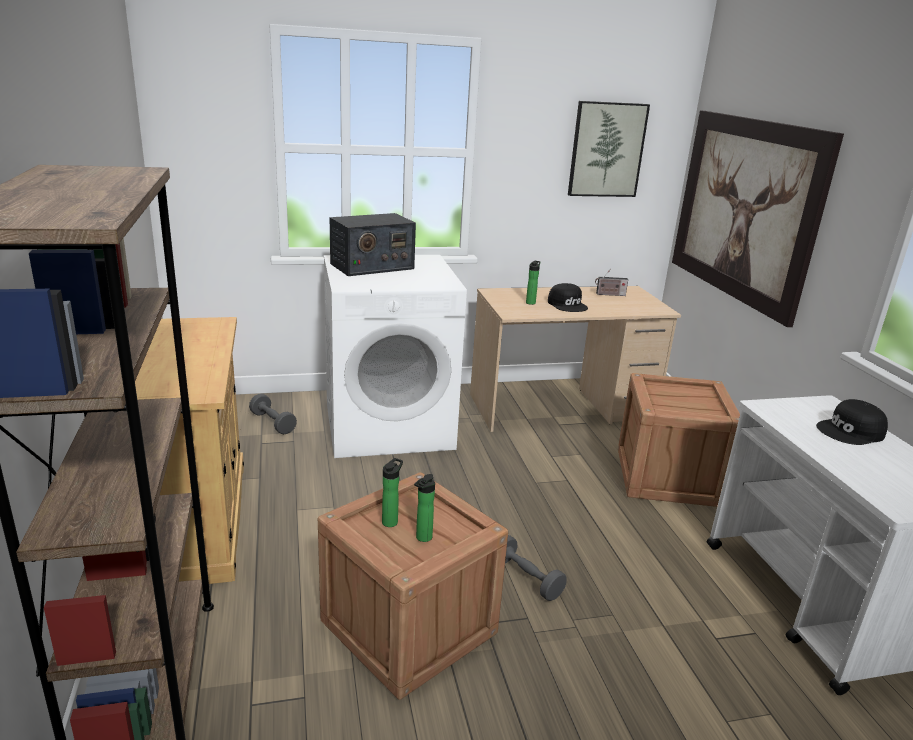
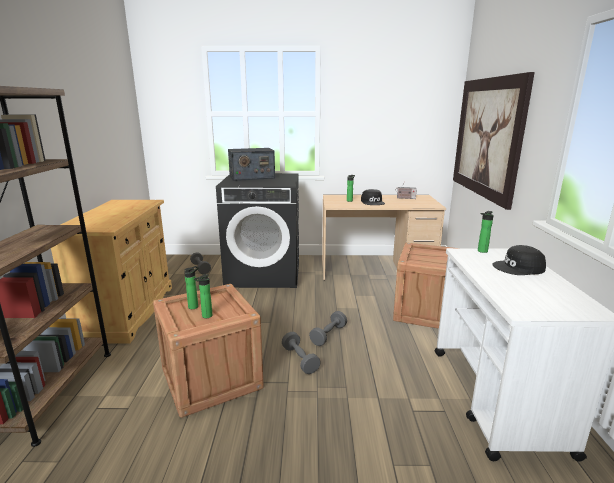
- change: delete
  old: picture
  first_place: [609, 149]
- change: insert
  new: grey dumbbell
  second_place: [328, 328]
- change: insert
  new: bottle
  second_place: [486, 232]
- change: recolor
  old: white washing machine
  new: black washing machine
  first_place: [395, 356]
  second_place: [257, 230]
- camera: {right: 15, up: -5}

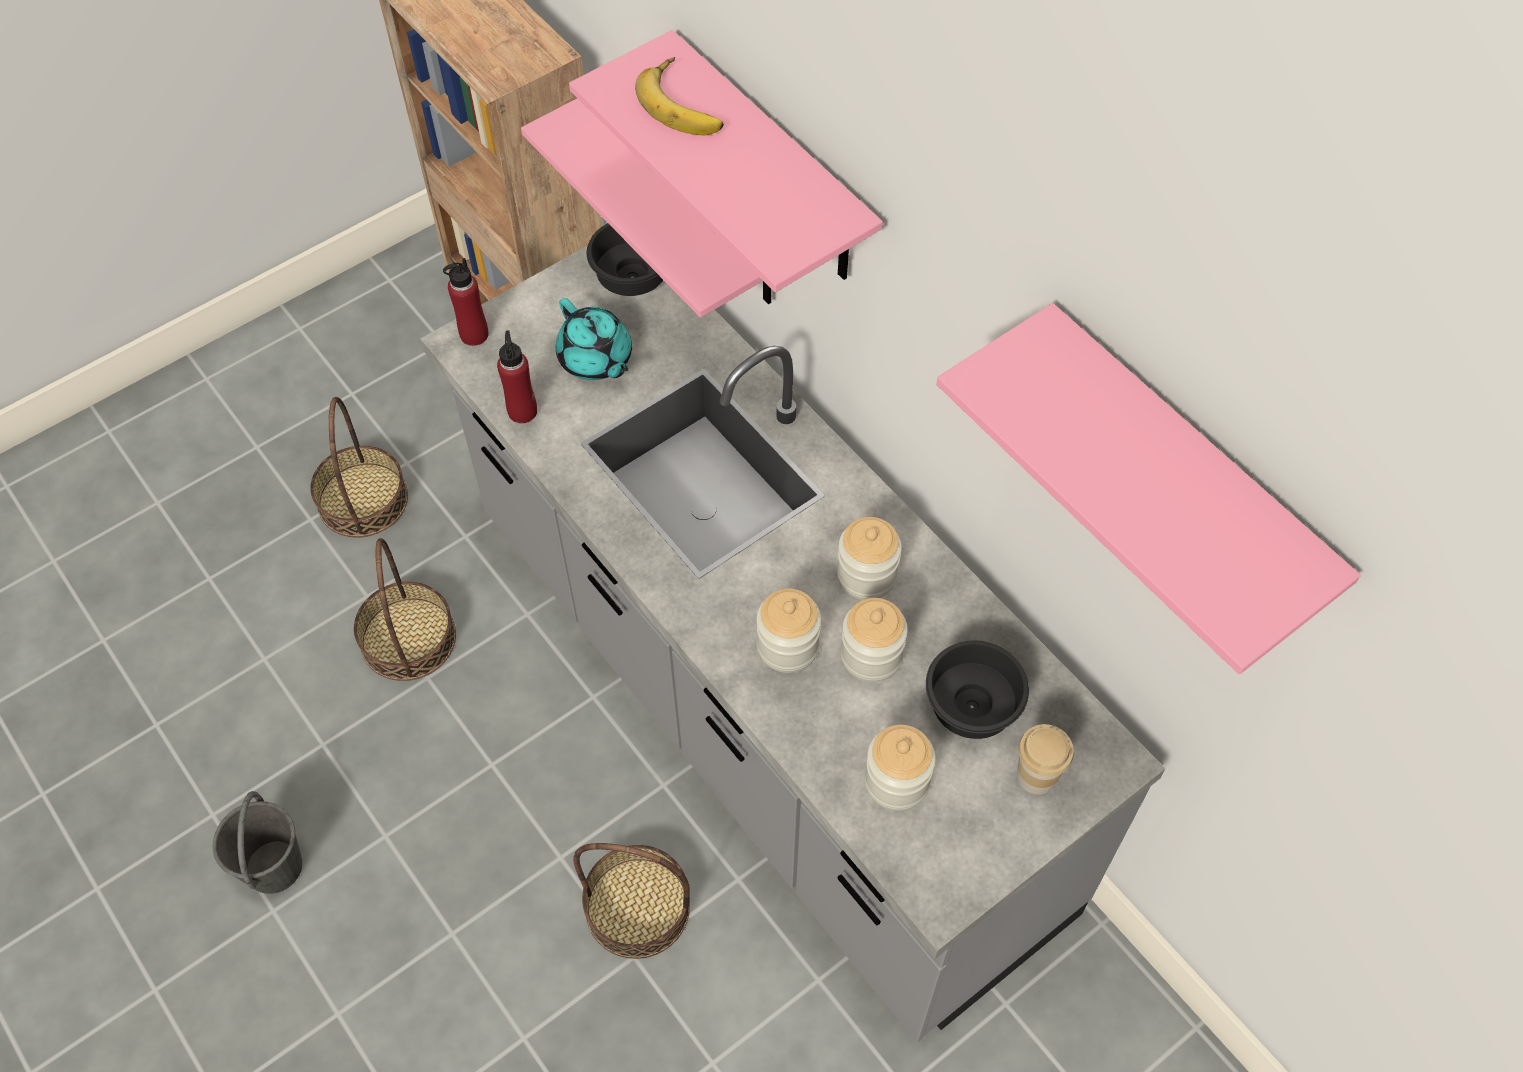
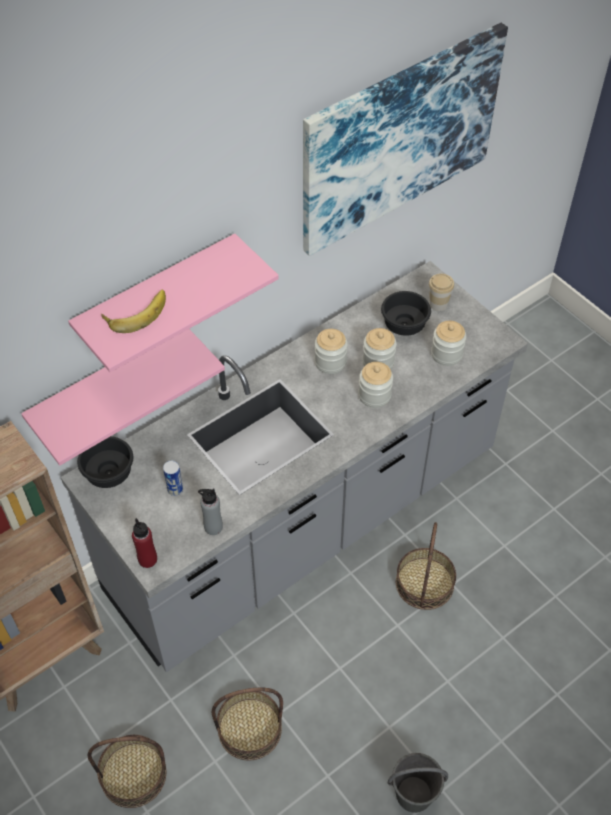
- change: replace
  old: turquoise teapot
  new: can
  first_place: [594, 339]
  second_place: [173, 478]
- change: replace
  old: pink shelf
  new: picture
  first_place: [1148, 488]
  second_place: [405, 139]
- change: recolor
  old: red bottle
  new: grey bottle
  first_place: [517, 376]
  second_place: [210, 511]
- camera: {right: -90, up: -5}

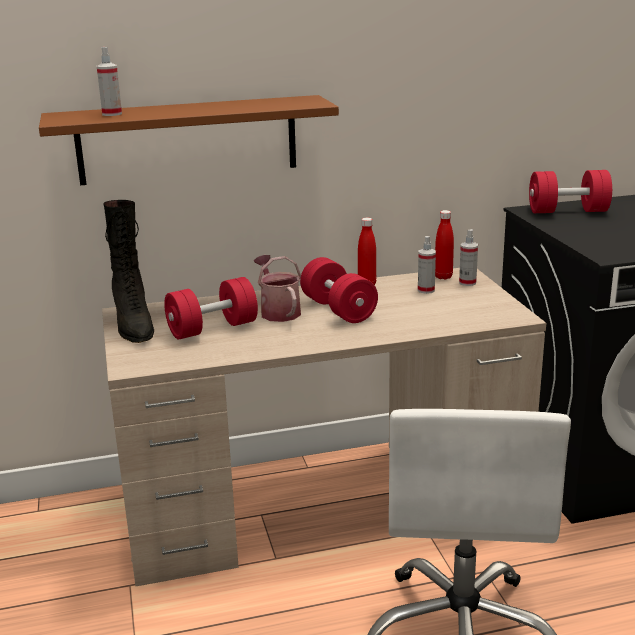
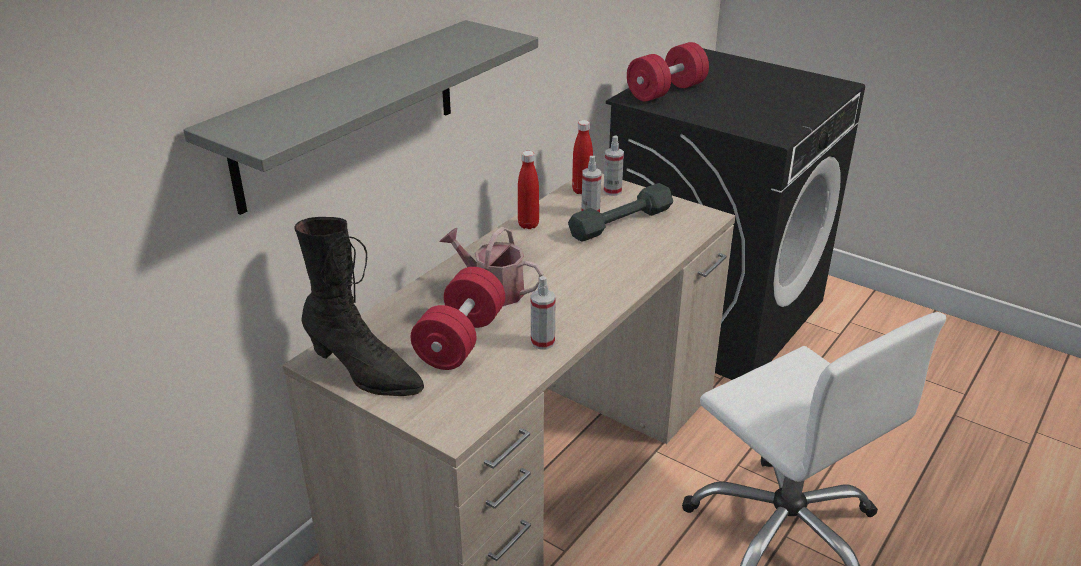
- change: delete
  old: red dumbbell
  first_place: [339, 290]
- change: insert
  new: grey dumbbell
  second_place: [620, 212]
- change: move
  old: spray bottle
  first_place: [109, 81]
  second_place: [543, 312]
- change: recolor
  old: brown shelf
  new: grey shelf
  first_place: [189, 140]
  second_place: [360, 117]
- camera: {right: -40, up: 10}

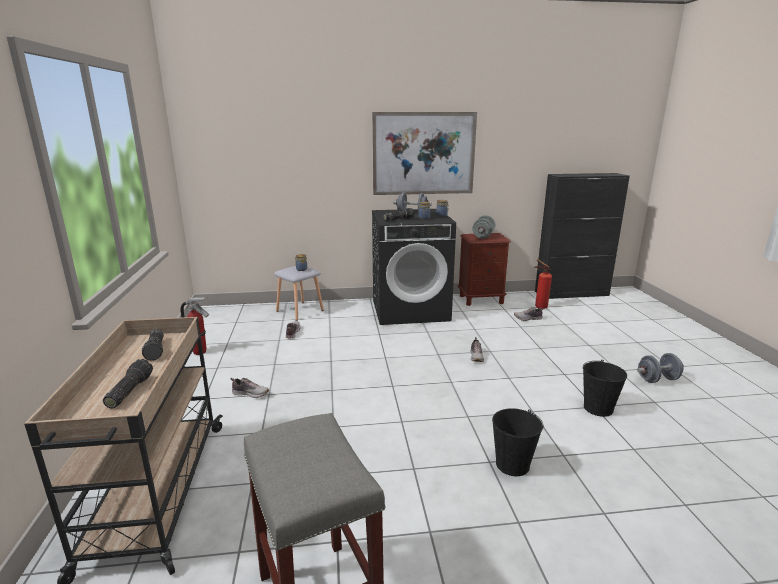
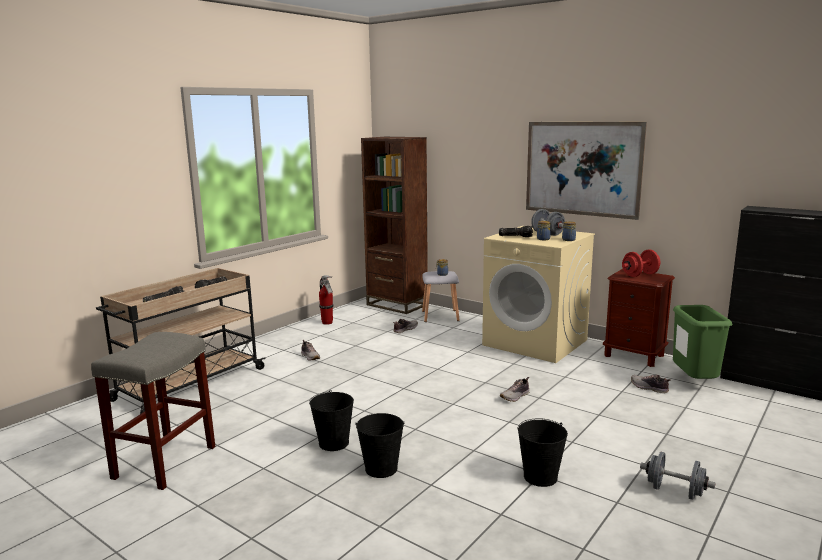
- change: insert
  new: black bucket
  second_place: [331, 420]
- change: insert
  new: brown bookcase
  second_place: [394, 225]
- change: replace
  old: fire extinguisher
  new: green trash can
  first_place: [543, 284]
  second_place: [702, 342]
- change: recolor
  old: black washing machine
  new: beige washing machine
  first_place: [414, 267]
  second_place: [538, 294]
- change: recolor
  old: grey dumbbell
  new: red dumbbell
  first_place: [484, 227]
  second_place: [641, 263]
- camera: {right: 45, up: -5}

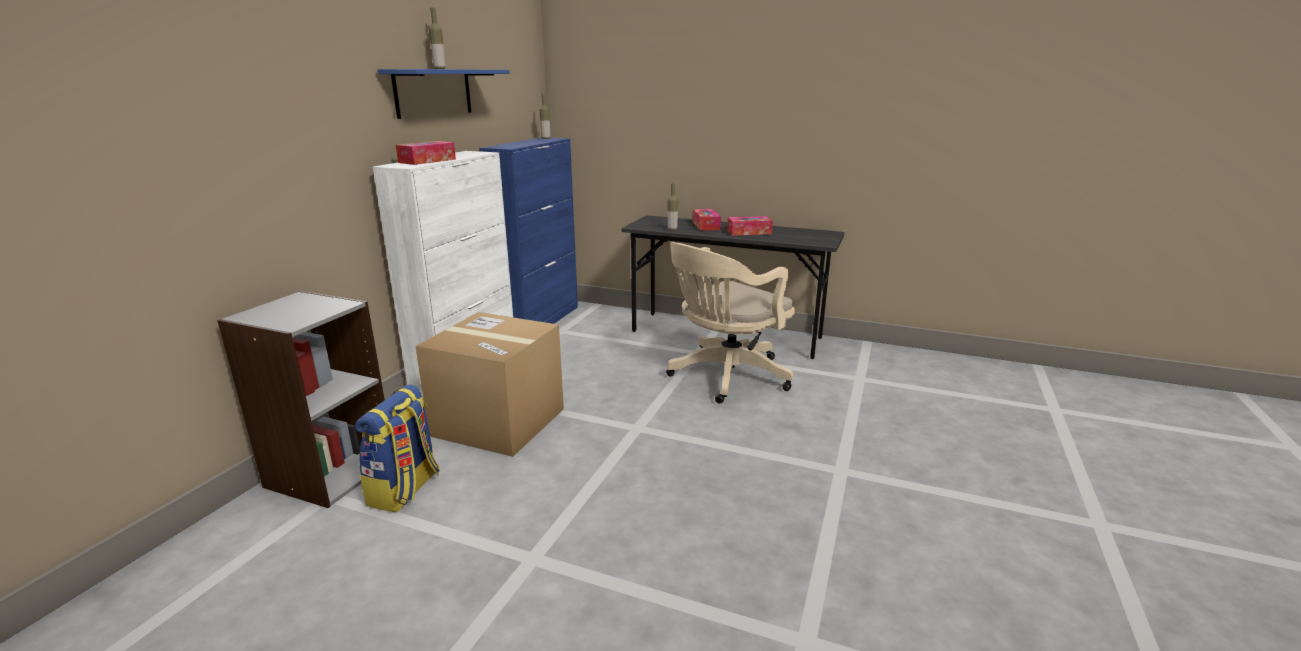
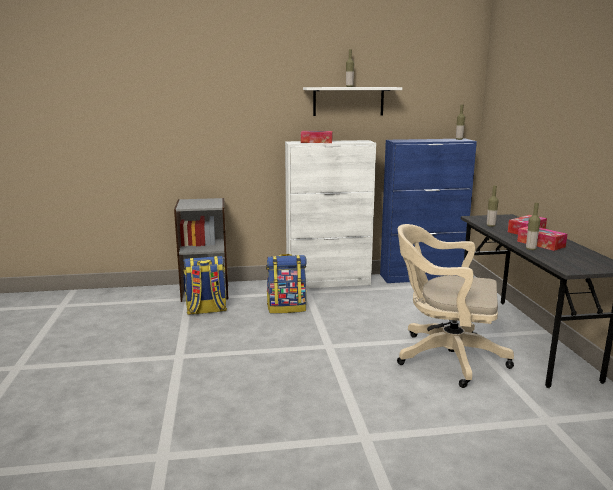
- change: insert
  new: bottle
  second_place: [533, 226]
- change: replace
  old: cardboard box
  new: backpack
  first_place: [489, 384]
  second_place: [286, 284]
- change: recolor
  old: blue shelf
  new: white shelf
  first_place: [443, 94]
  second_place: [352, 101]
- camera: {right: 60, up: -5}

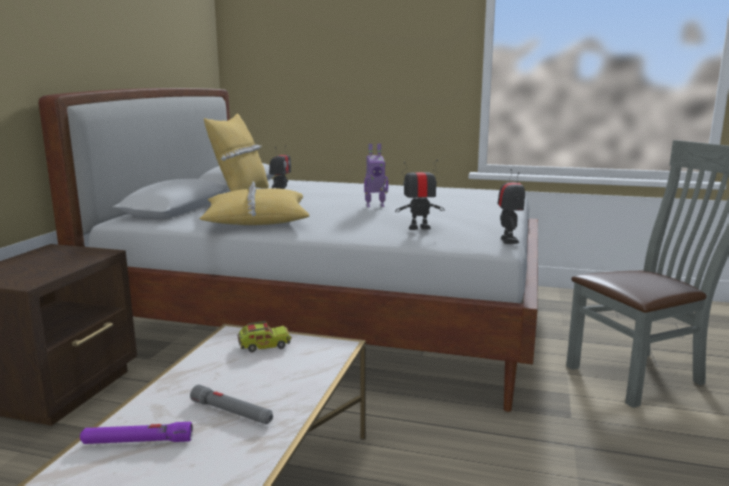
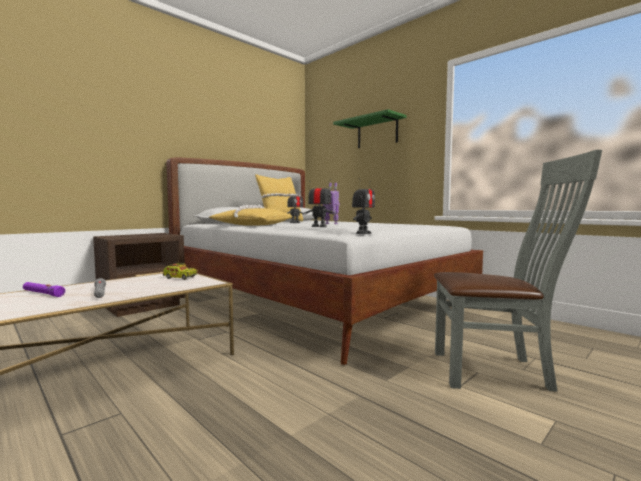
- change: insert
  new: green shelf
  second_place: [369, 128]
- camera: {right: 30, up: -10}

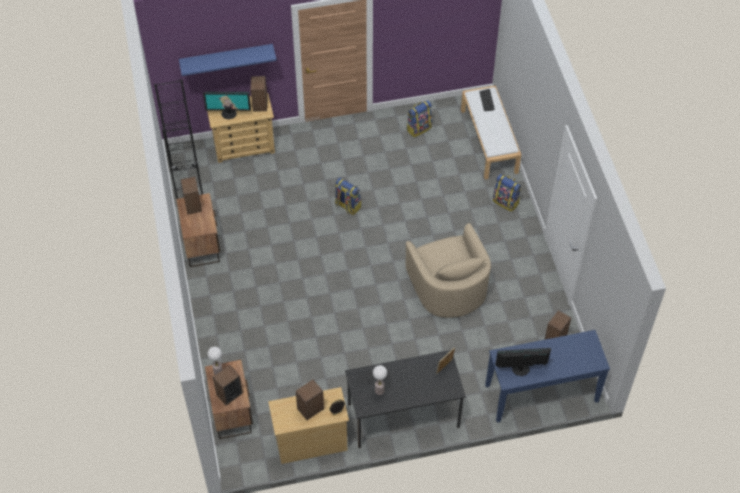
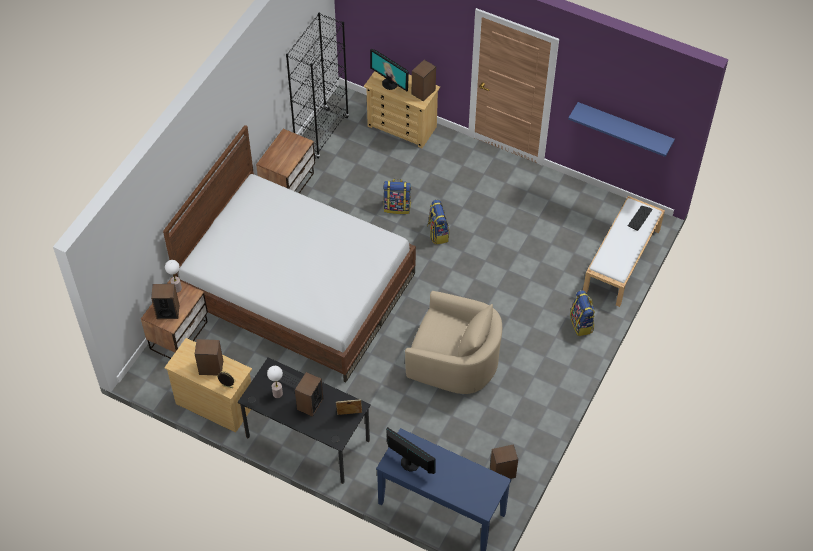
- change: insert
  new: bed
  second_place: [289, 253]
- change: move
  old: blue shelf
  first_place: [228, 60]
  second_place: [621, 129]
- change: move
  old: speaker
  first_place: [191, 196]
  second_place: [309, 394]
- change: move
  old: backpack
  first_place: [419, 118]
  second_place: [397, 196]
- change: rotate
  old: beige armchair
  first_place: [448, 270]
  second_place: [453, 342]
  degrees: -90
- camera: {right: 40, up: 0}

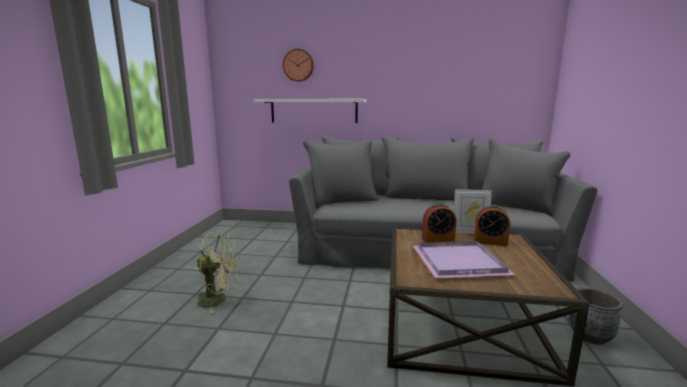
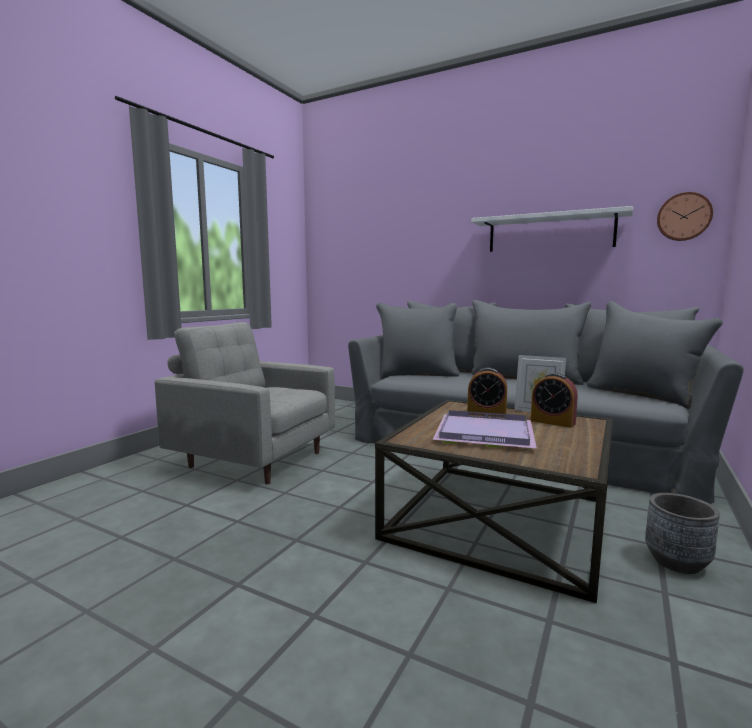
- change: move
  old: white shelf
  first_place: [310, 111]
  second_place: [552, 229]
- change: move
  old: wall clock
  first_place: [298, 65]
  second_place: [685, 216]
- change: replace
  old: green fan
  new: grey armchair
  first_place: [217, 273]
  second_place: [245, 403]
- camera: {right: 20, up: -5}

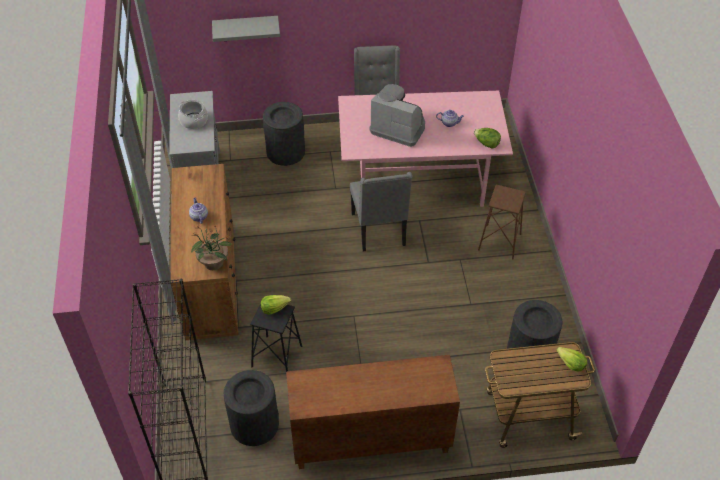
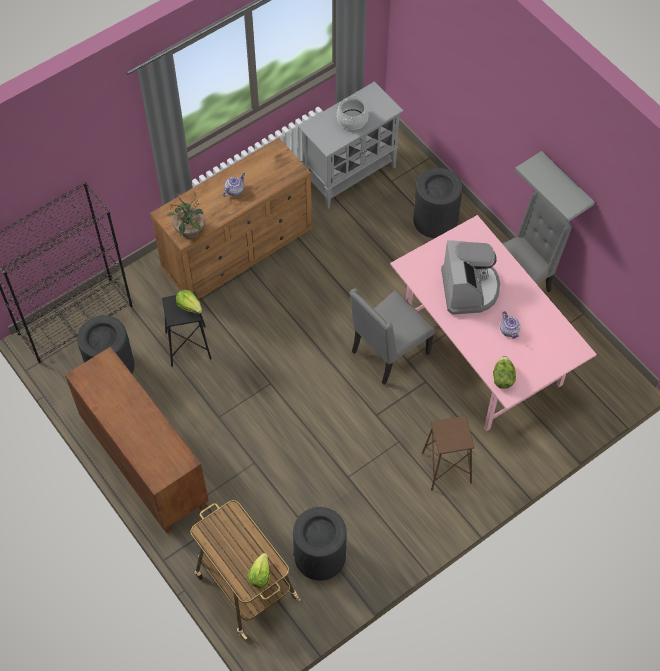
- change: move
  old: grey shelf
  first_place: [246, 29]
  second_place: [555, 186]
- camera: {right: 60, up: 10}

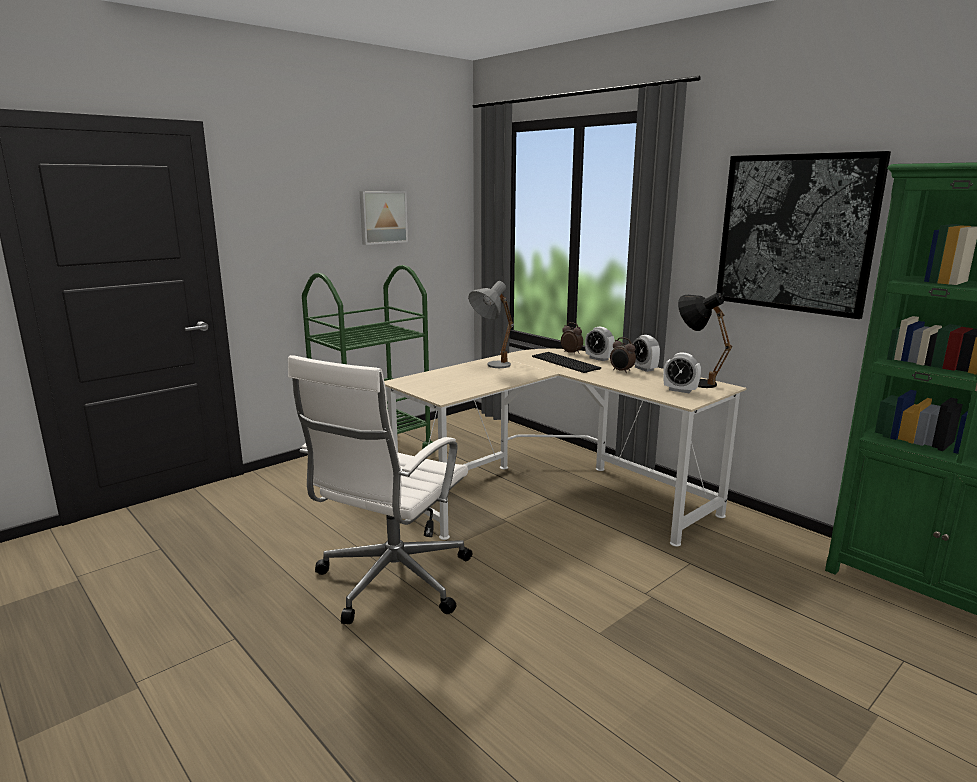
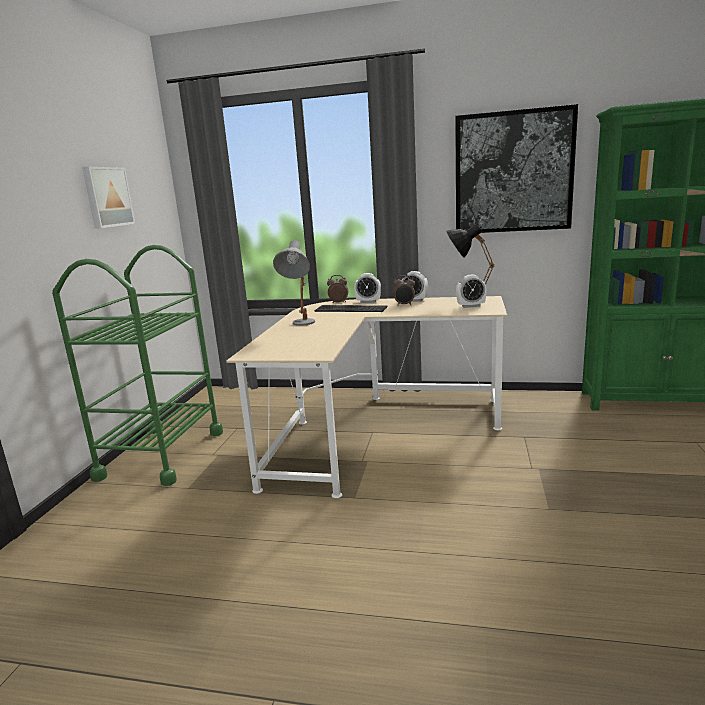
- change: delete
  old: white office chair
  first_place: [380, 489]
- camera: {right: -35, up: 0}

